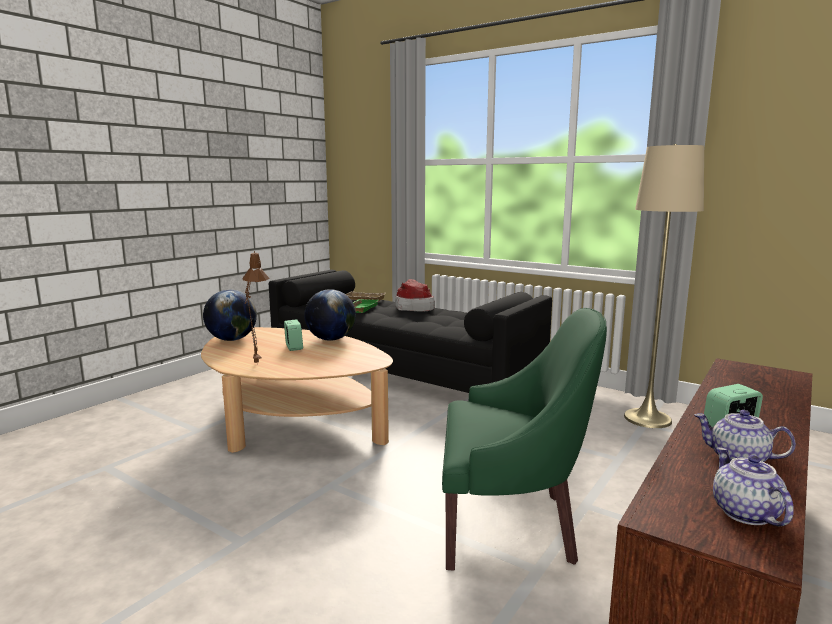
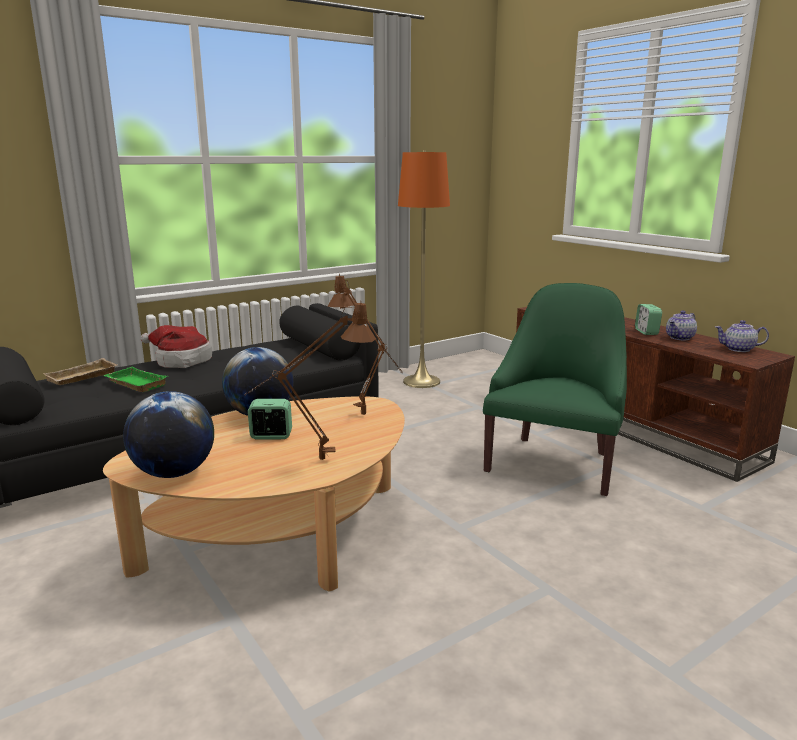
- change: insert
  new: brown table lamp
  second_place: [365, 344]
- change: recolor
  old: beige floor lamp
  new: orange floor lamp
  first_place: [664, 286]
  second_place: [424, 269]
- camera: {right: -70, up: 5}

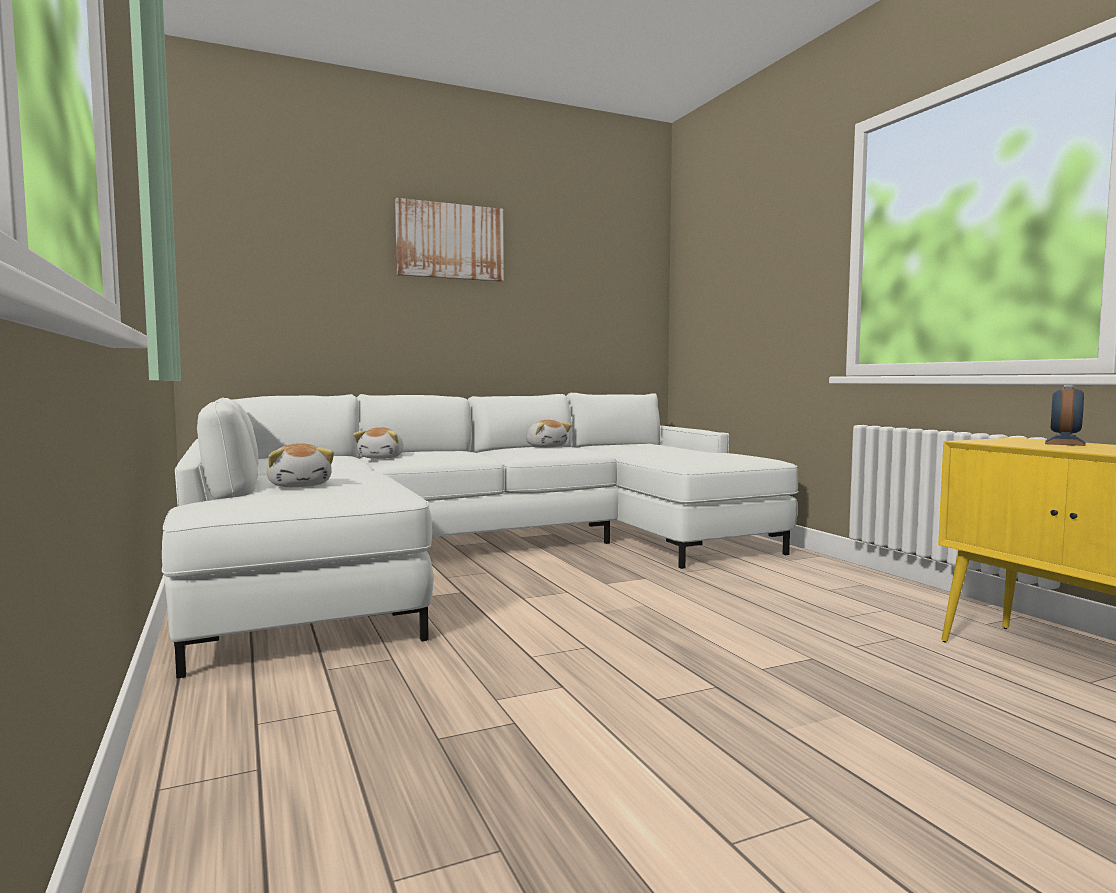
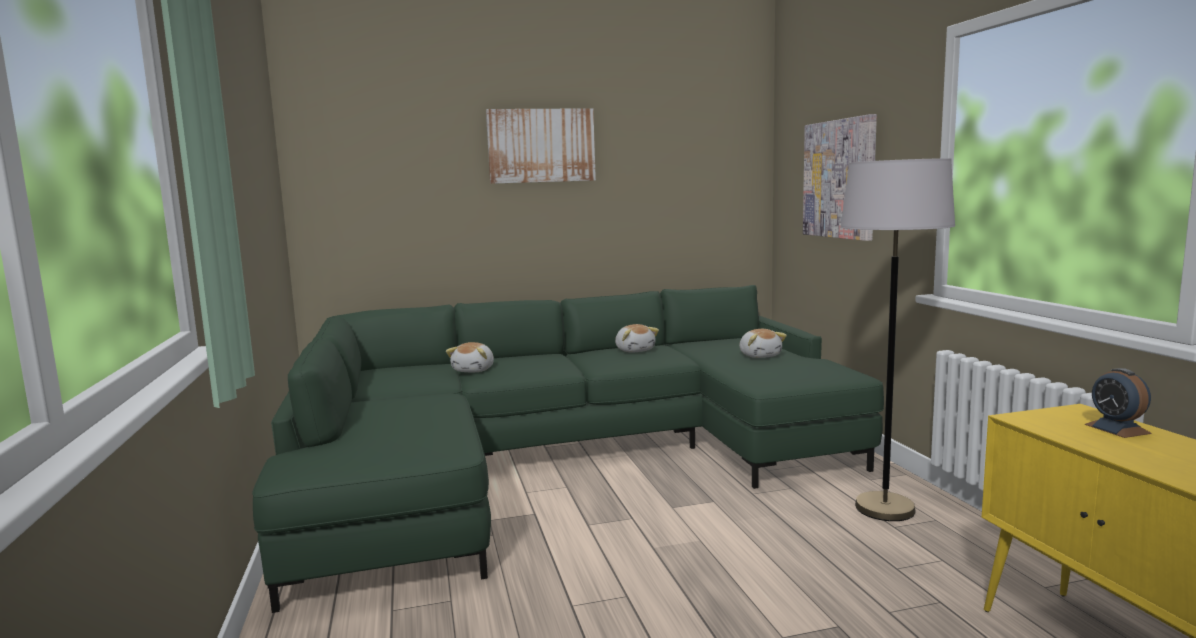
- change: insert
  new: picture
  second_place: [840, 177]
- change: insert
  new: grey floor lamp
  second_place: [898, 339]
- change: move
  old: plush toy
  first_place: [300, 465]
  second_place: [763, 343]
- change: recolor
  old: white sofa
  new: green sofa
  first_place: [480, 535]
  second_place: [568, 449]
- change: rotate
  old: alarm clock
  first_place: [1065, 415]
  second_place: [1118, 403]
  degrees: -60
- camera: {right: 10, up: 5}

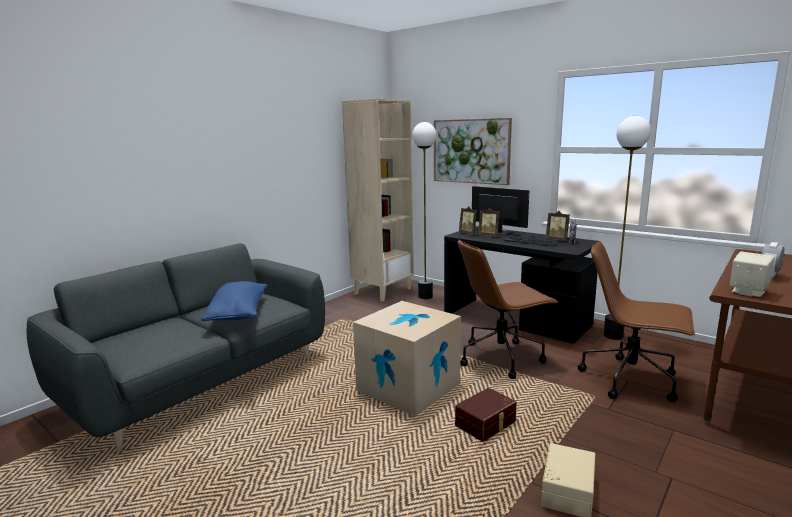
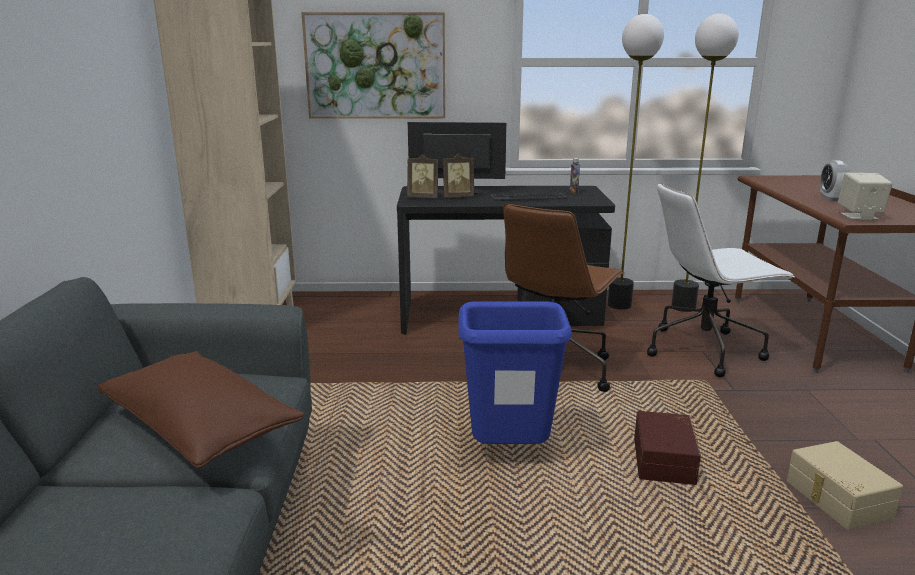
- change: delete
  old: picture frame
  first_place: [558, 226]
- change: move
  old: floor lamp
  first_place: [424, 210]
  second_place: [705, 163]
- change: replace
  old: cardboard box
  new: blue trash can
  first_place: [407, 358]
  second_place: [515, 372]
- change: recolor
  old: blue pillow
  new: brown pillow
  first_place: [234, 301]
  second_place: [200, 410]
- change: recolor
  old: brown office chair
  new: white office chair
  first_place: [636, 321]
  second_place: [721, 279]
- camera: {right: -40, up: 5}

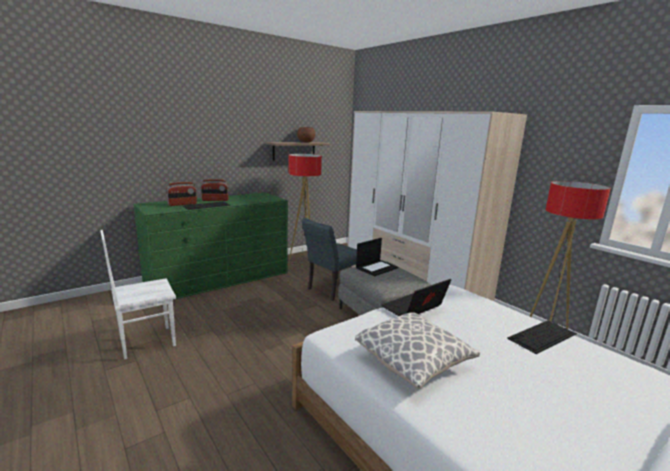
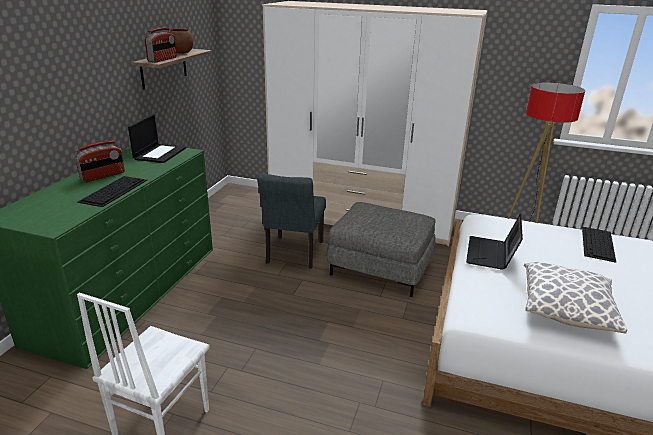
- change: delete
  old: floor lamp
  first_place: [305, 210]
- change: move
  old: radio
  first_place: [181, 194]
  second_place: [161, 45]
- change: move
  old: laptop
  first_place: [377, 257]
  second_place: [157, 139]
- camera: {right: -35, up: 10}

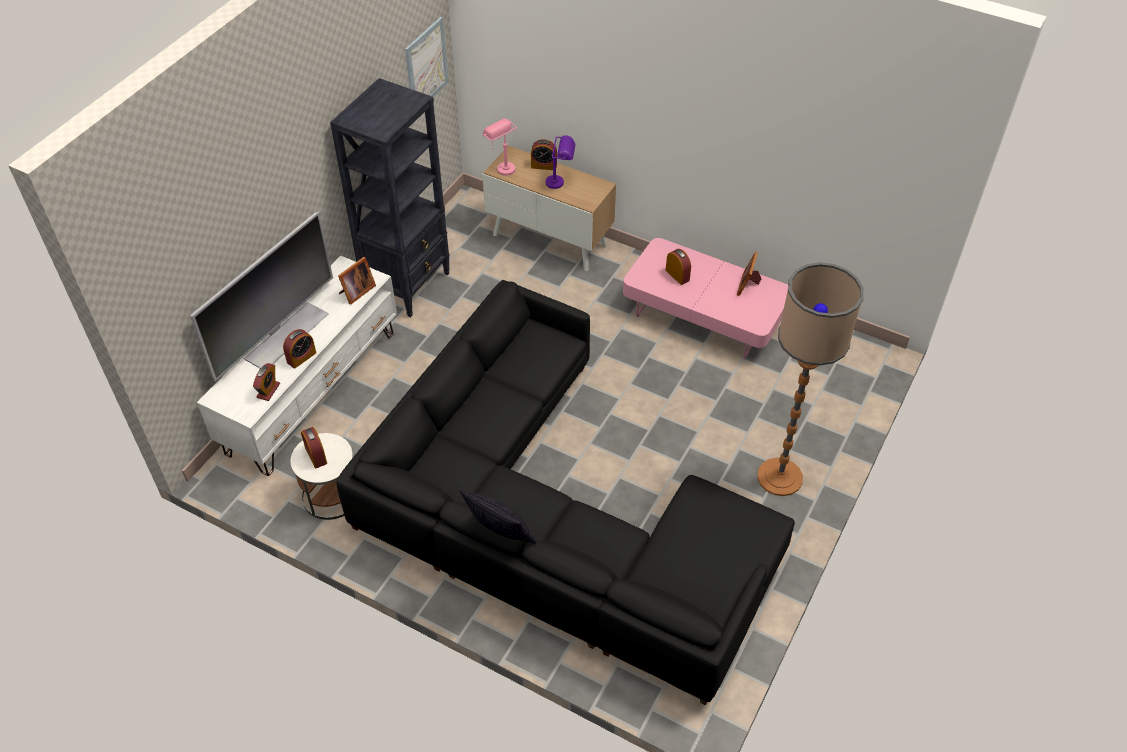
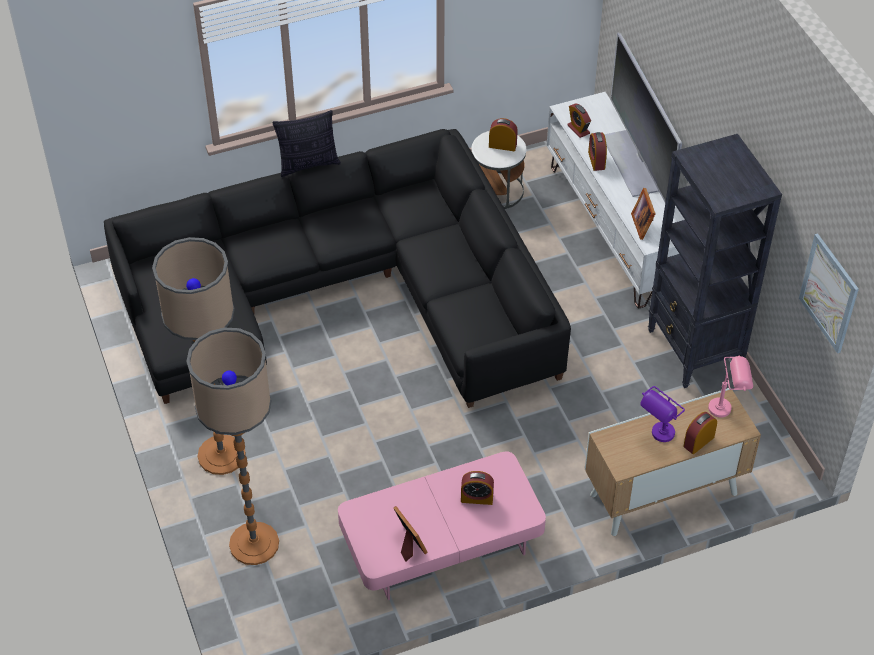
- change: insert
  new: floor lamp
  second_place: [232, 446]
- camera: {right: 130, up: 0}

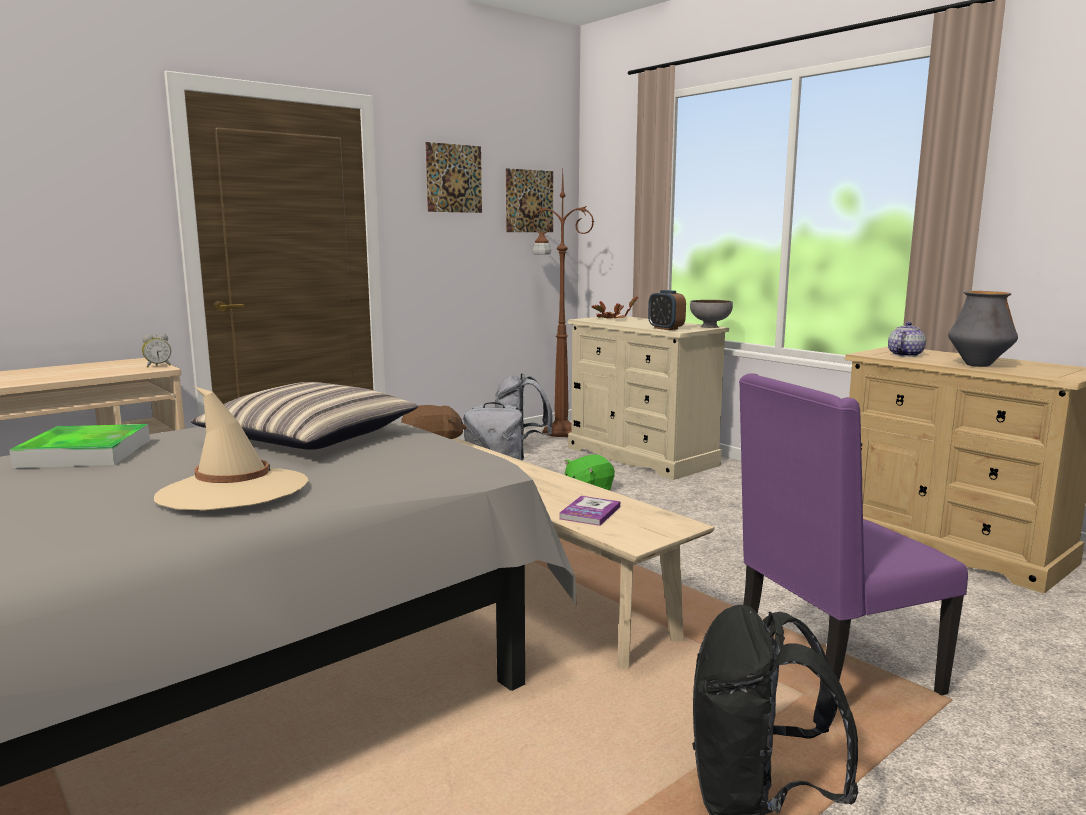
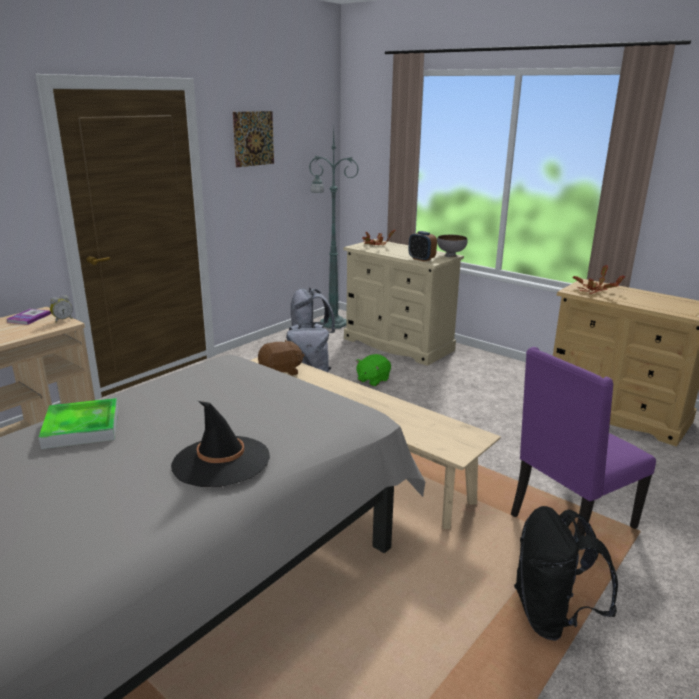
- change: delete
  old: pillow
  first_place: [304, 416]
- change: delete
  old: picture
  first_place: [529, 200]
- change: delete
  old: vase
  first_place: [983, 329]
- change: move
  old: book
  first_place: [589, 511]
  second_place: [29, 317]
- change: replace
  old: teapot
  new: potted plant
  first_place: [907, 339]
  second_place: [598, 280]
- change: recolor
  old: beige hat
  new: black hat
  first_place: [231, 449]
  second_place: [220, 444]
- change: recolor
  old: brown floor lamp
  new: green floor lamp
  first_place: [563, 304]
  second_place: [334, 228]
- camera: {right: -10, up: 10}

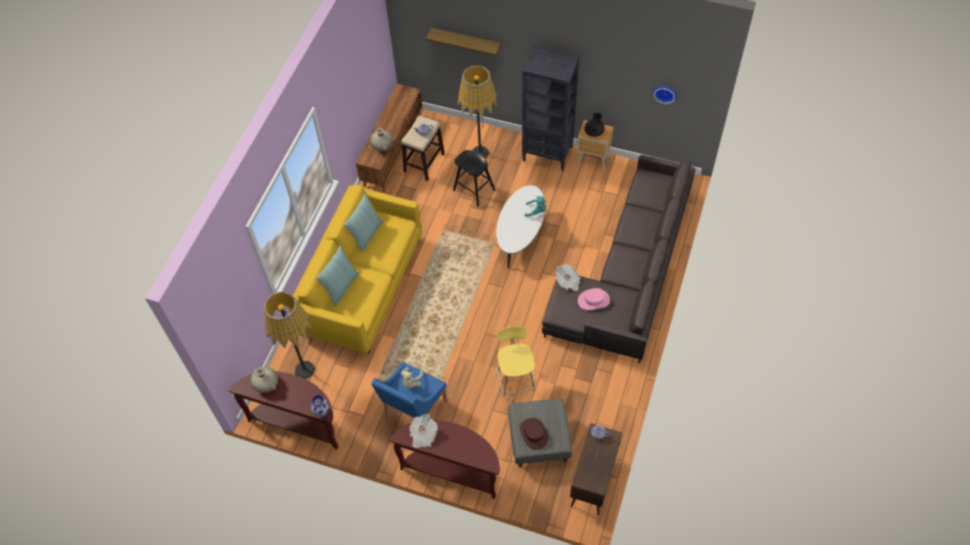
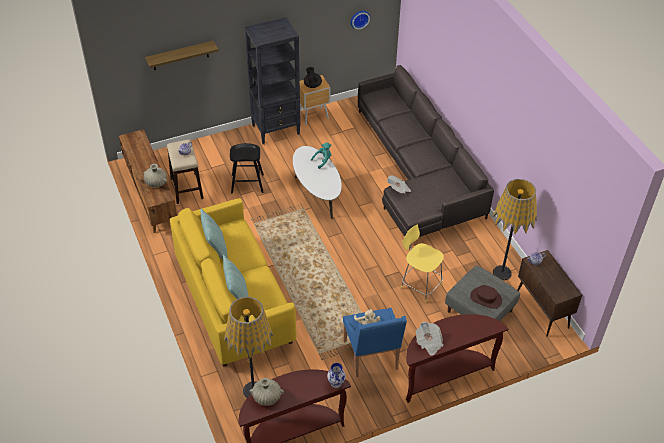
- change: delete
  old: pink hat
  first_place: [594, 299]
- change: move
  old: floor lamp
  first_place: [477, 111]
  second_place: [514, 230]
- camera: {right: -45, up: -10}

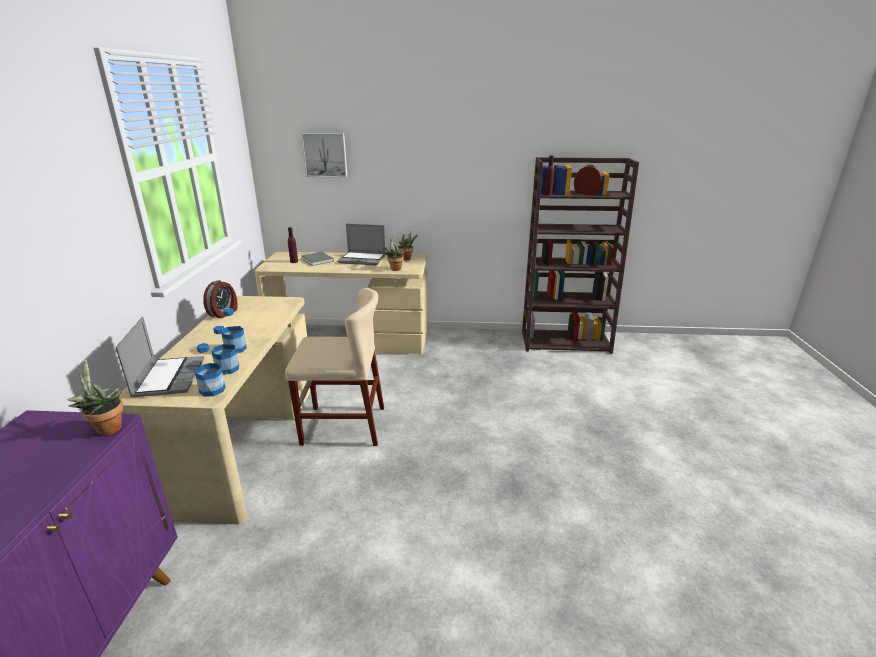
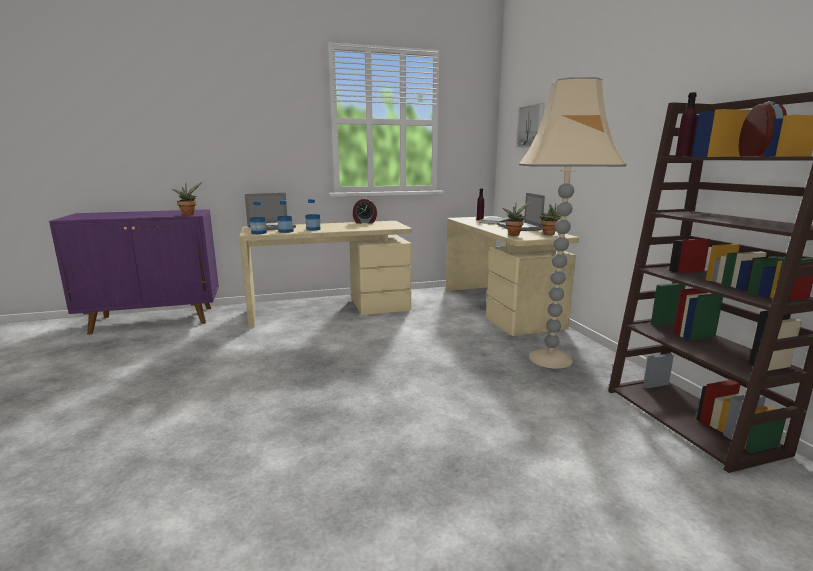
- change: delete
  old: beige chair
  first_place: [334, 367]
- change: insert
  new: beige floor lamp
  second_place: [573, 223]
- camera: {right: 70, up: -10}

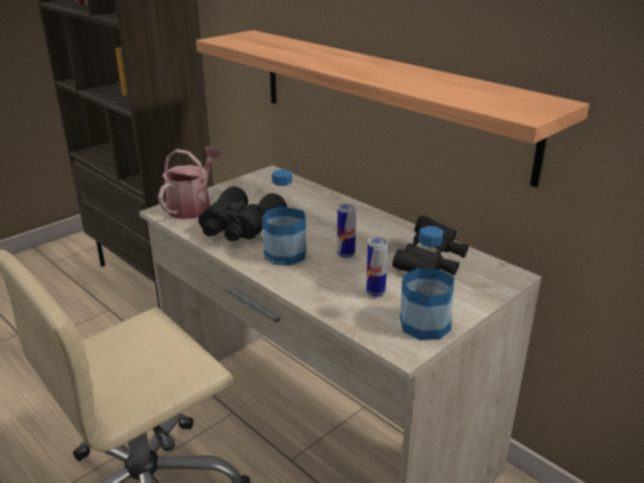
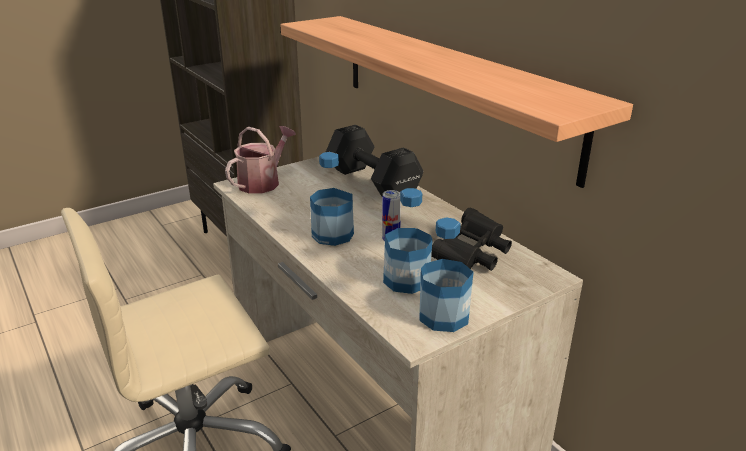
- change: delete
  old: black binoculars
  first_place: [242, 213]
- change: insert
  new: black dumbbell
  second_place: [374, 161]
- change: replace
  old: can
  new: bottle
  first_place: [377, 267]
  second_place: [408, 241]
- camera: {right: 10, up: 0}

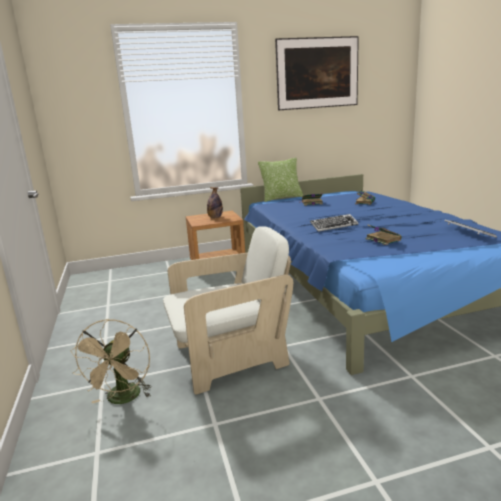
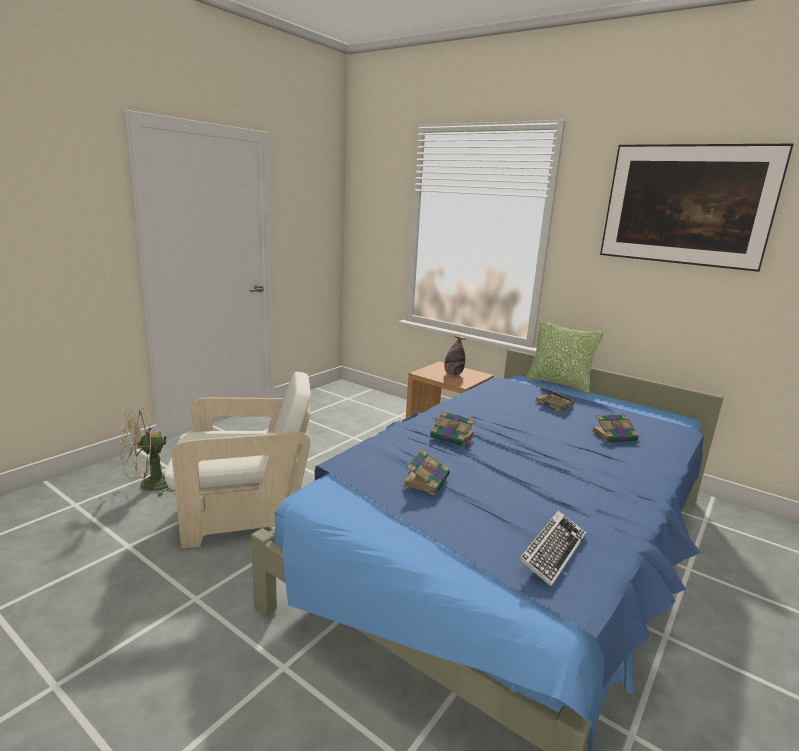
- change: replace
  old: keyboard
  new: book
  first_place: [334, 223]
  second_place: [452, 428]
- change: rotate
  old: white armchair
  first_place: [228, 310]
  second_place: [237, 460]
  degrees: -45
- camera: {right: 50, up: 0}

